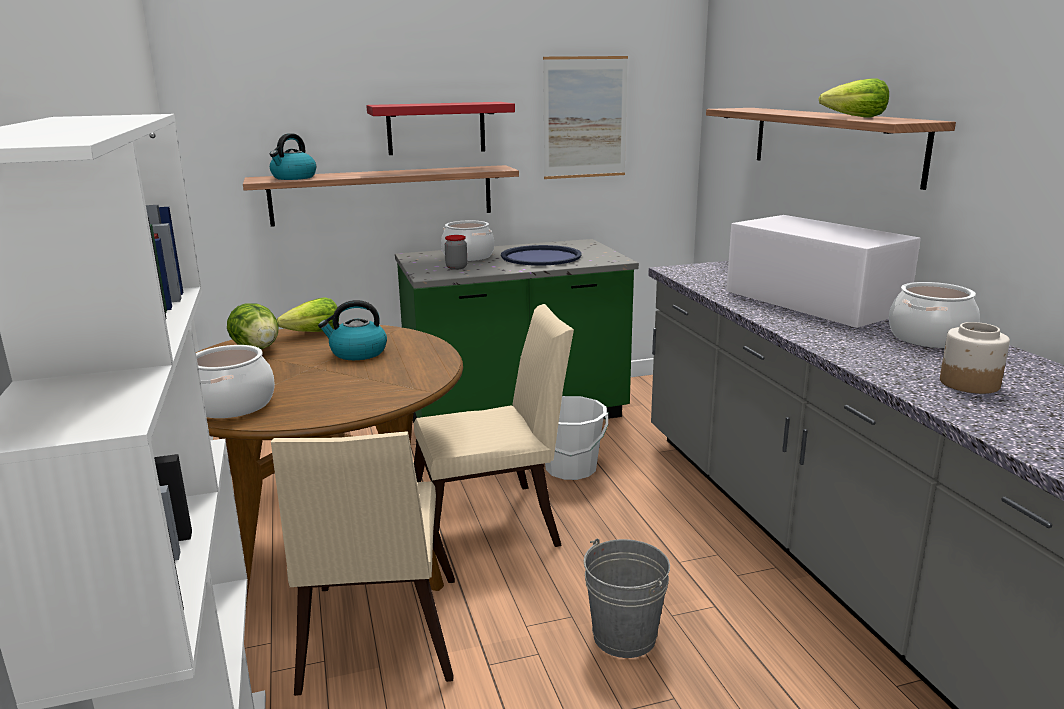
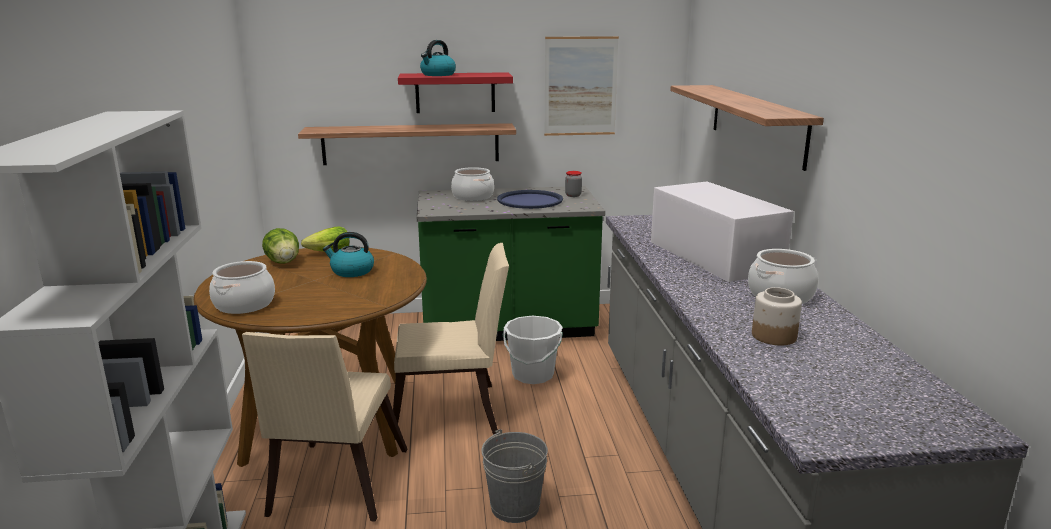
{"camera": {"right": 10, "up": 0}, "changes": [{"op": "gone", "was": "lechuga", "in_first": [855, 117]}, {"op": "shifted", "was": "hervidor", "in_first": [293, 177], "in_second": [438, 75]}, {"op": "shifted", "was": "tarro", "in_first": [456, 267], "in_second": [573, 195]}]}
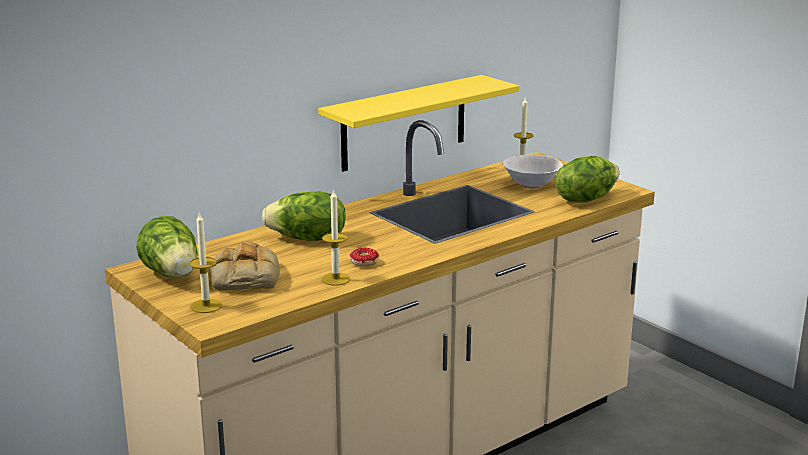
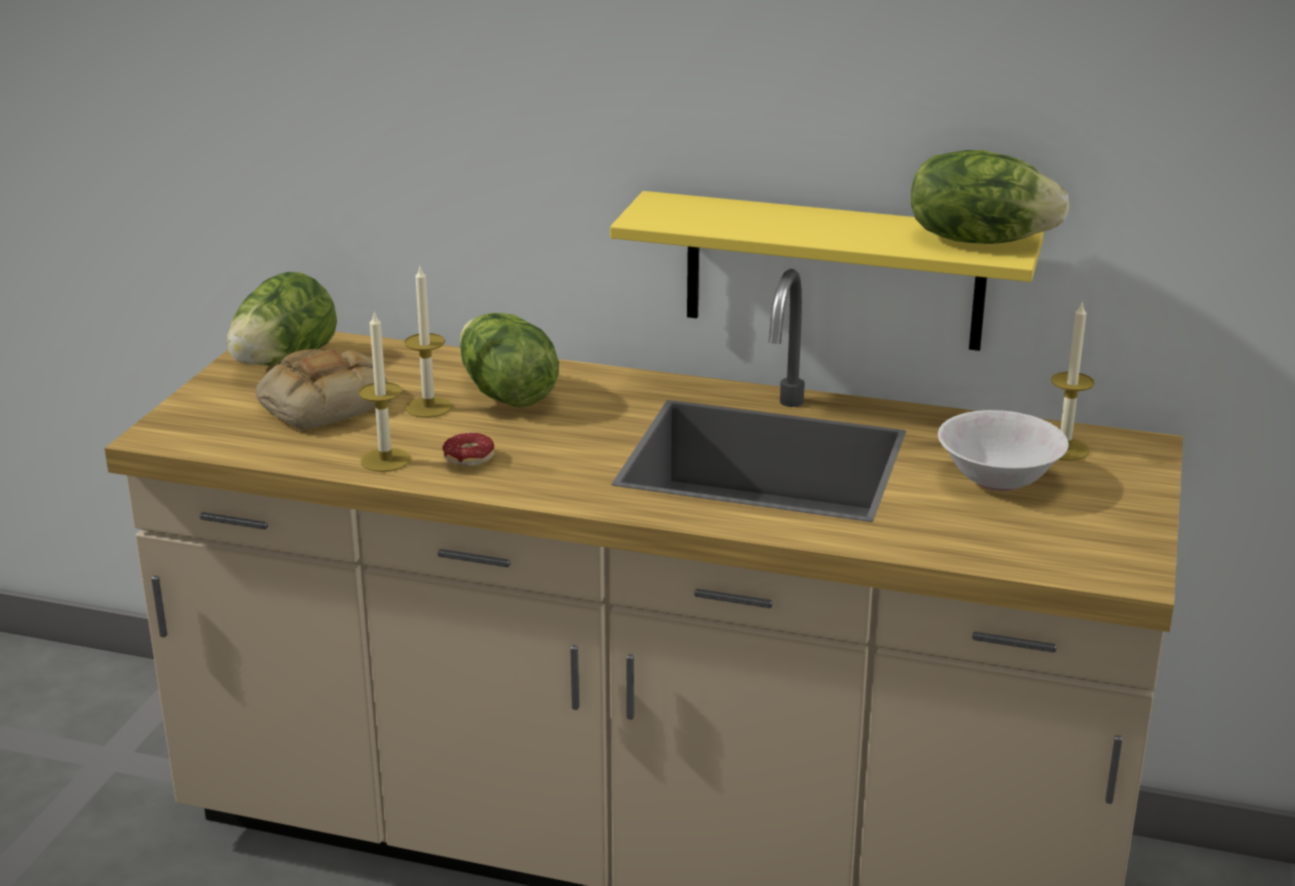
{"camera": {"right": 55, "up": 5}, "changes": [{"op": "shifted", "was": "vela", "in_first": [206, 306], "in_second": [428, 407]}, {"op": "shifted", "was": "lechuga", "in_first": [585, 199], "in_second": [979, 239]}]}
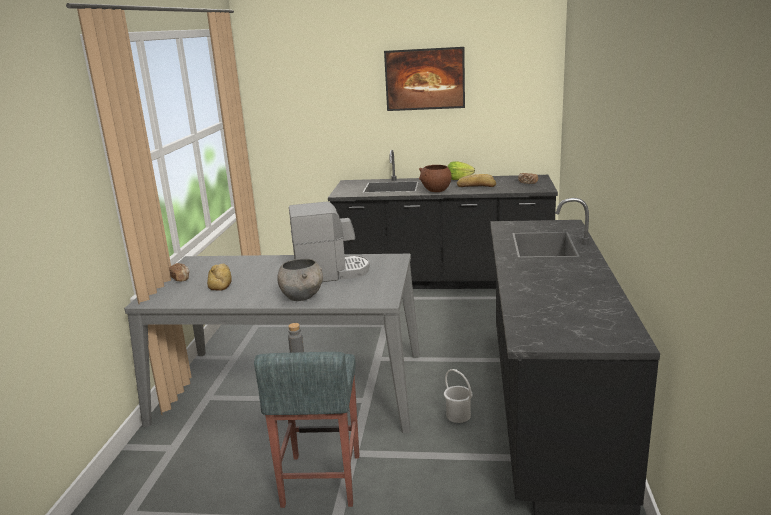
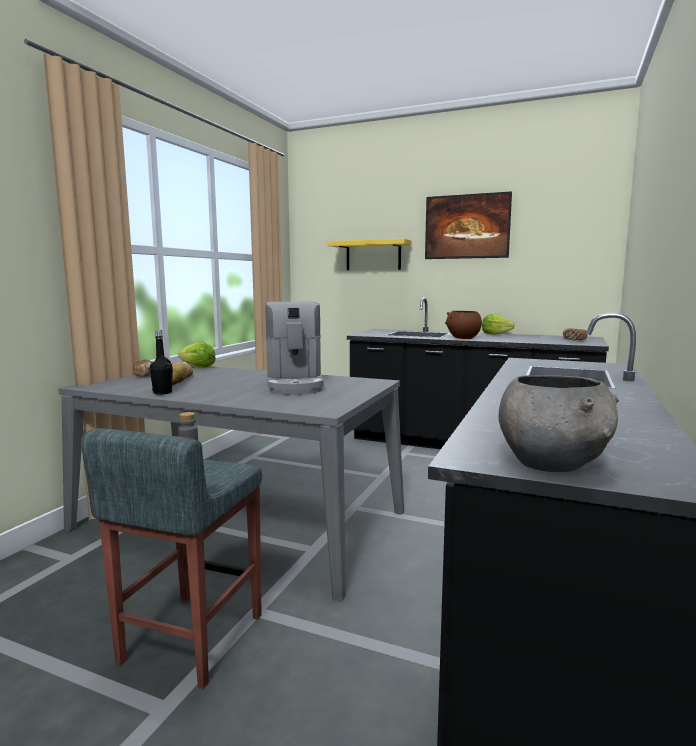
{"camera": {"right": 15, "up": -10}, "changes": [{"op": "gone", "was": "cubo [blanco]", "in_first": [458, 415]}, {"op": "gone", "was": "pan", "in_first": [476, 186]}, {"op": "new", "now": "botella [negro]", "in_second": [162, 392]}, {"op": "new", "now": "lechuga", "in_second": [198, 367]}, {"op": "new", "now": "estante [amarillo]", "in_second": [373, 255]}, {"op": "shifted", "was": "cuenco [gris]", "in_first": [302, 296], "in_second": [552, 464]}, {"op": "rotated", "was": "cafetera", "in_first": [331, 273], "in_second": [294, 385], "clockwise": 75}]}
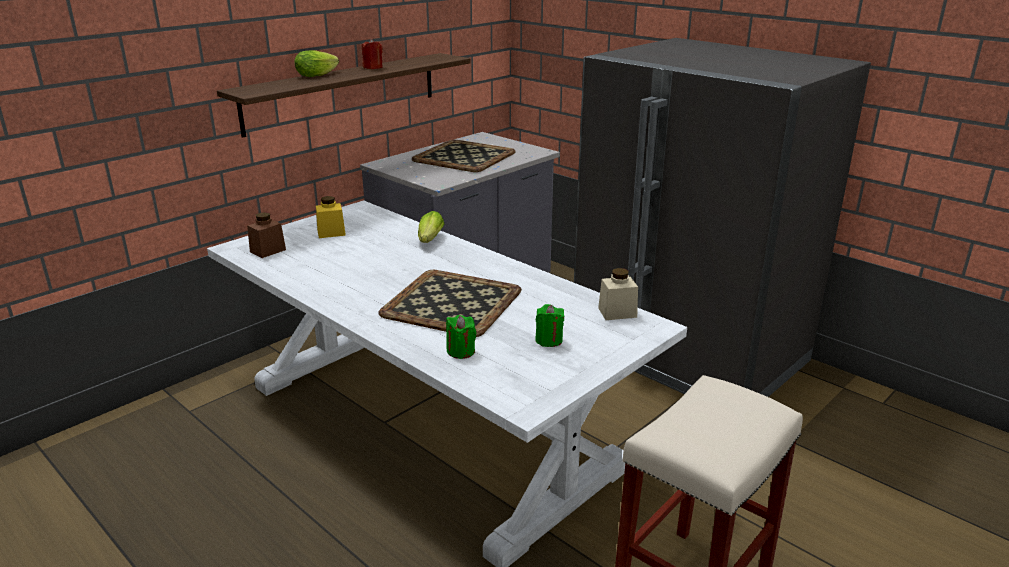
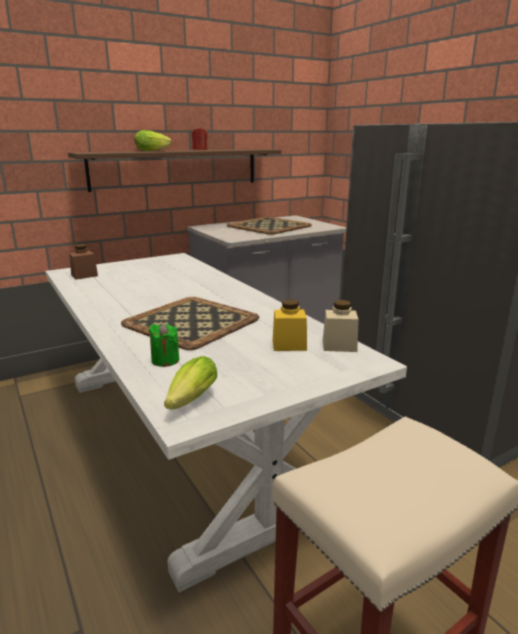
{"camera": {"right": 15, "up": -5}, "changes": [{"op": "gone", "was": "vela [verde]", "in_first": [549, 340]}, {"op": "shifted", "was": "tarro [amarillo]", "in_first": [331, 233], "in_second": [289, 345]}, {"op": "shifted", "was": "lechuga", "in_first": [429, 240], "in_second": [189, 402]}]}
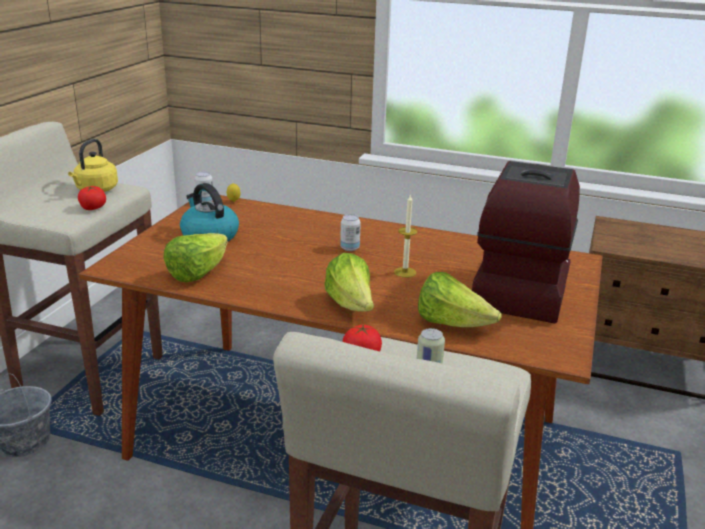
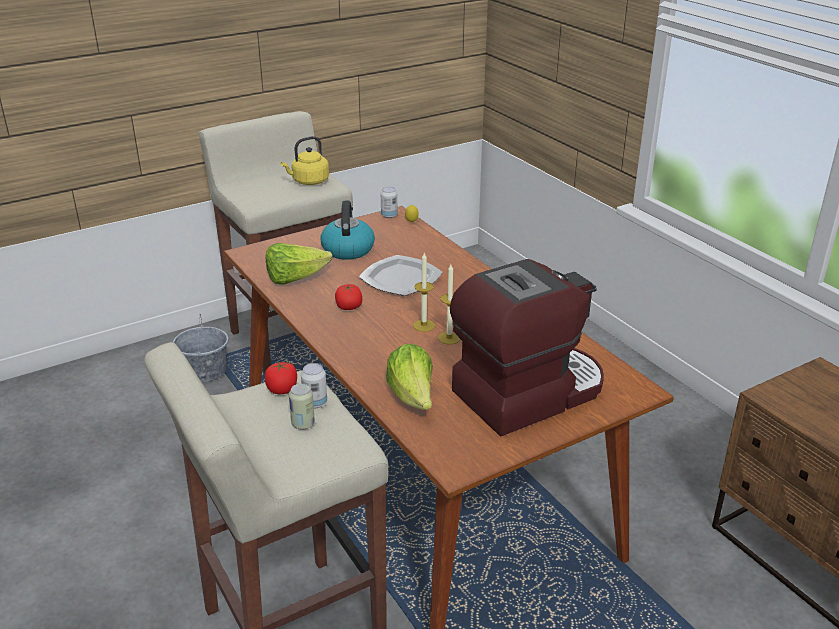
{"camera": {"right": 40, "up": 5}, "changes": [{"op": "gone", "was": "lechuga", "in_first": [351, 305]}, {"op": "new", "now": "plato", "in_second": [400, 278]}, {"op": "new", "now": "vela", "in_second": [424, 325]}, {"op": "shifted", "was": "tomate", "in_first": [93, 208], "in_second": [348, 307]}, {"op": "shifted", "was": "lata", "in_first": [350, 248], "in_second": [315, 403]}]}
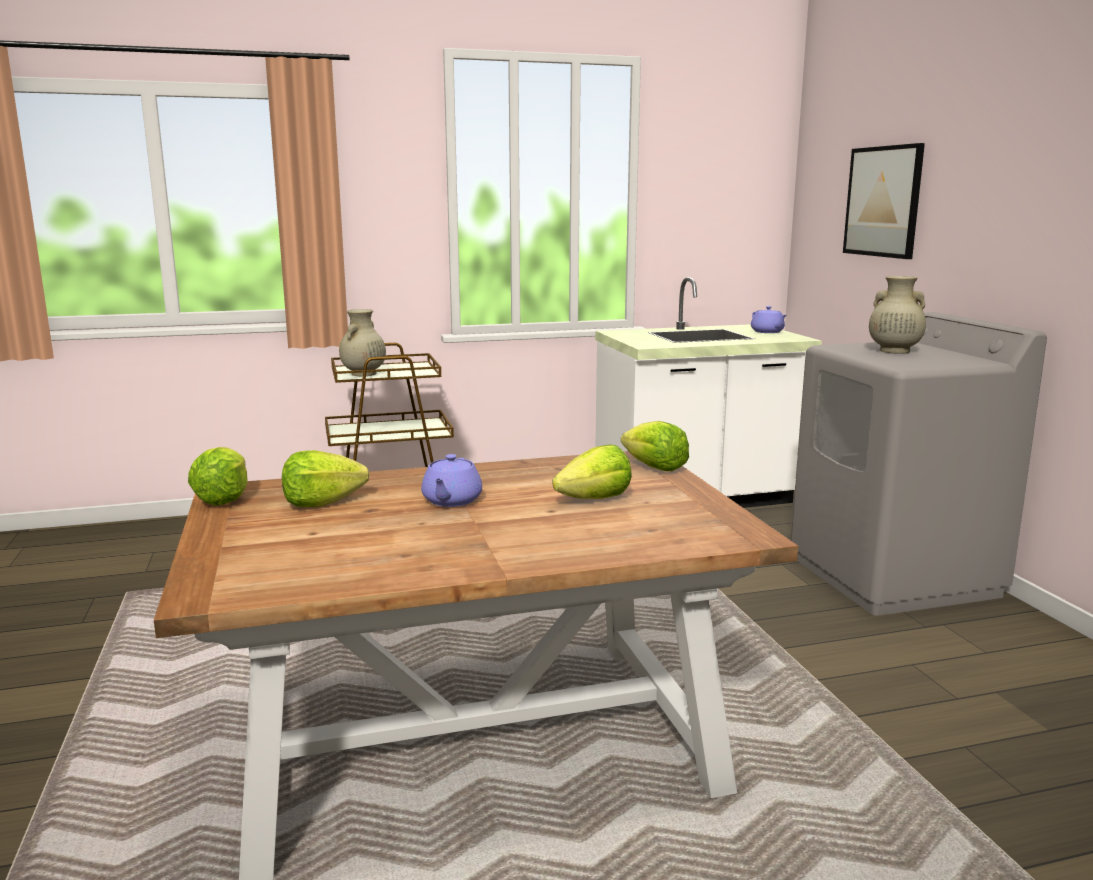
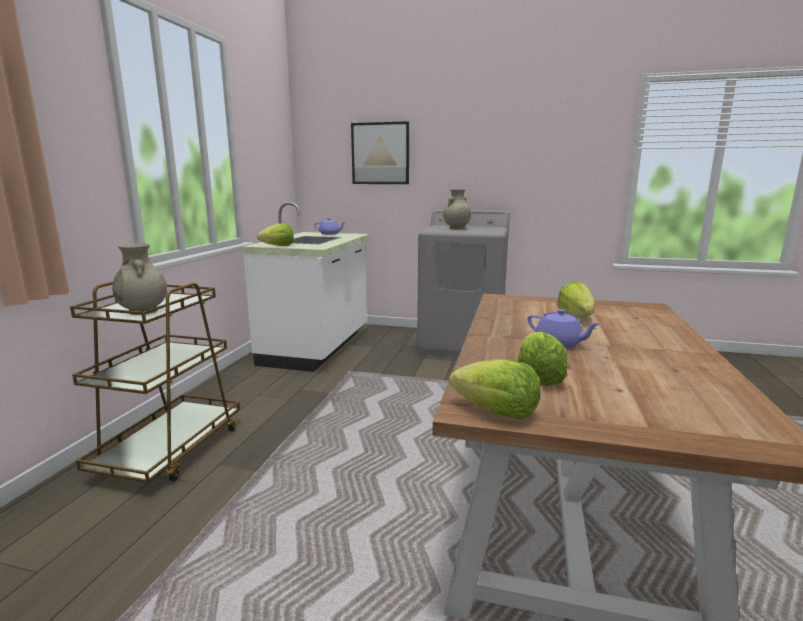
{"camera": {"right": -60, "up": 0}, "changes": [{"op": "shifted", "was": "lechuga", "in_first": [654, 467], "in_second": [278, 246]}]}
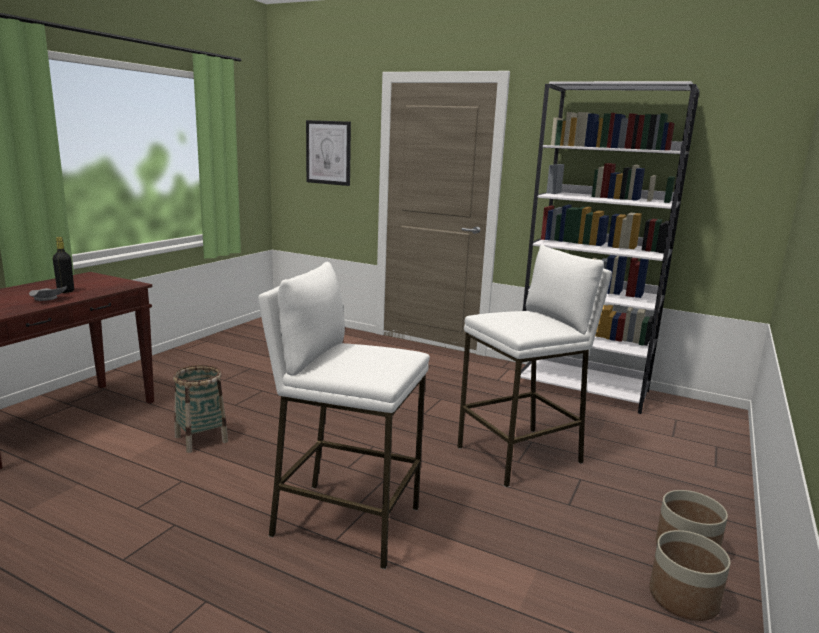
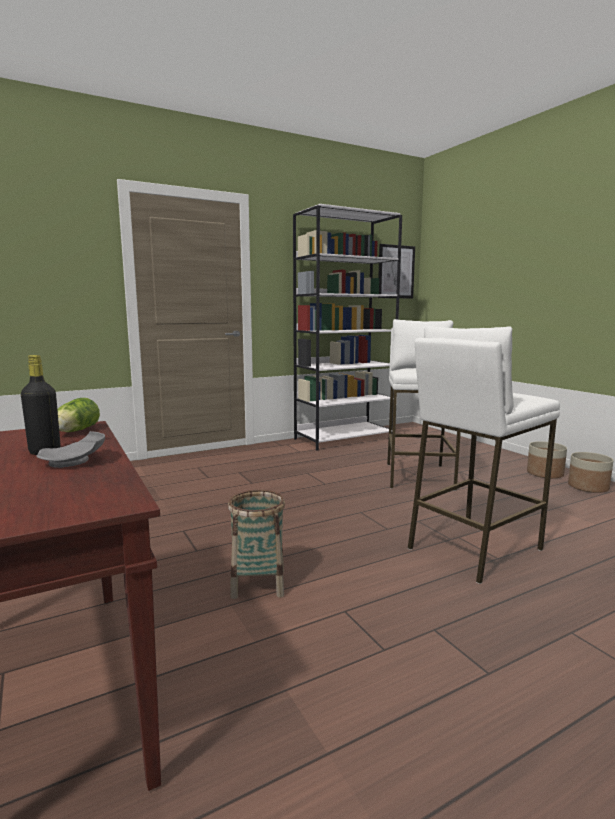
{"camera": {"right": -55, "up": -5}, "changes": [{"op": "new", "now": "lechuga", "in_second": [75, 431]}, {"op": "shifted", "was": "cuadro", "in_first": [328, 152], "in_second": [396, 272]}]}
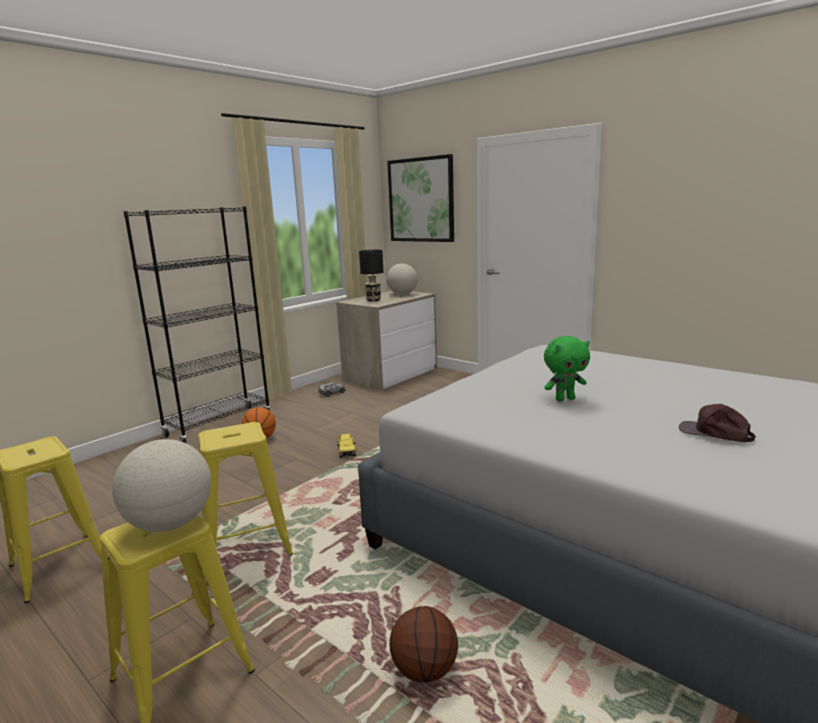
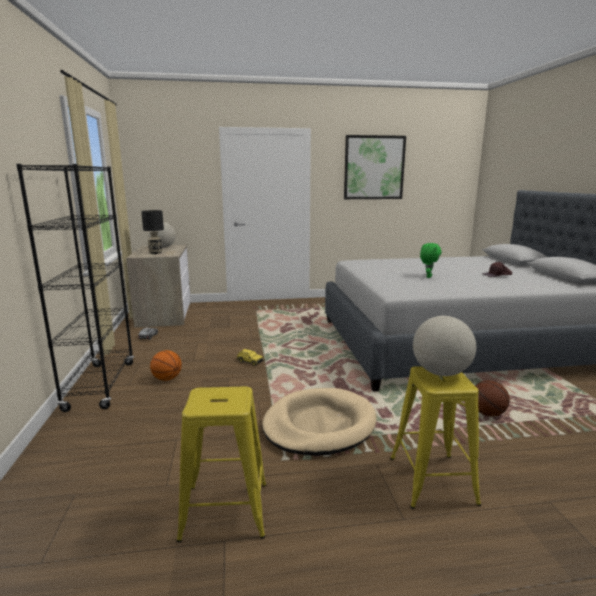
{"camera": {"right": -50, "up": 0}, "changes": [{"op": "shifted", "was": "cuadro", "in_first": [421, 200], "in_second": [374, 167]}, {"op": "swapped", "was": "taburete [amarillo]", "now": "cama para perro [beis]", "in_first": [247, 547], "in_second": [319, 425]}]}
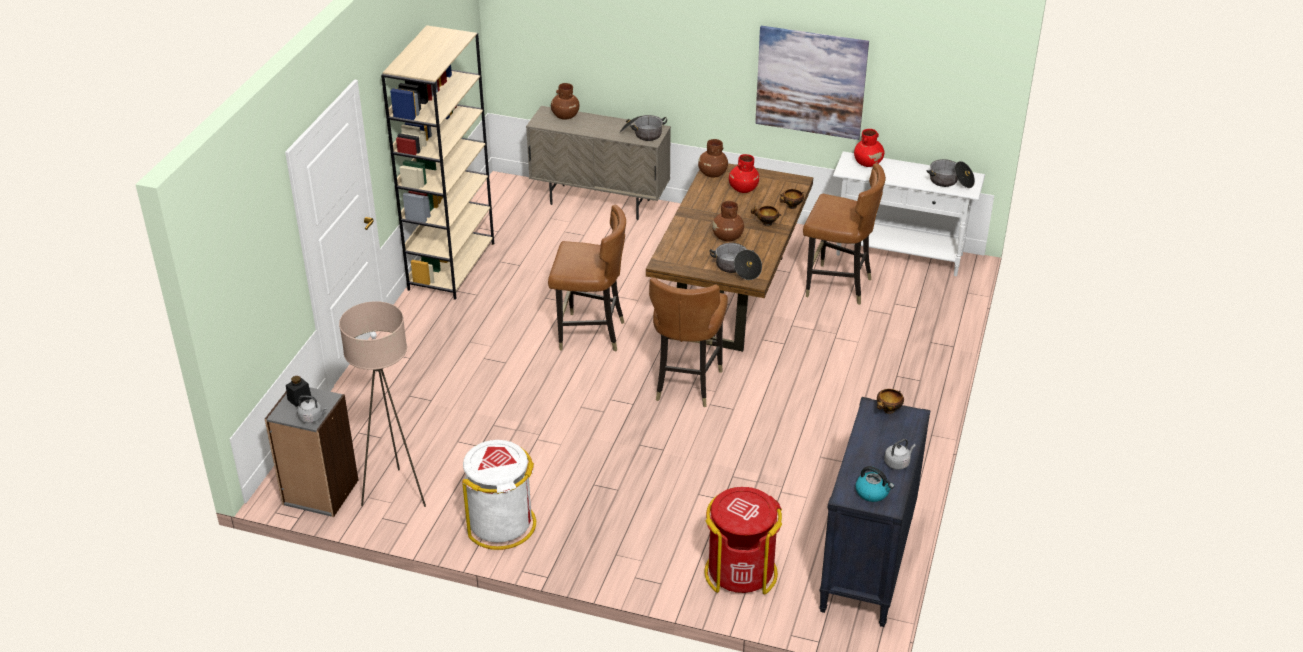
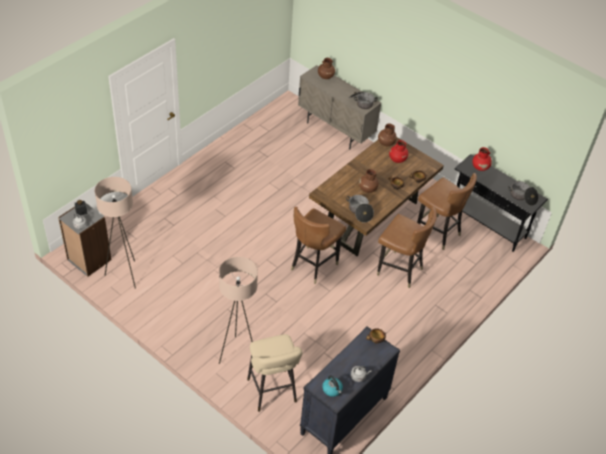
{"camera": {"right": 20, "up": 10}, "changes": [{"op": "gone", "was": "estantería [beis]", "in_first": [451, 266]}, {"op": "gone", "was": "papelera [blanco]", "in_first": [501, 524]}, {"op": "gone", "was": "cuadro", "in_first": [811, 82]}, {"op": "new", "now": "lámpara de pie [beis]", "in_second": [237, 354]}, {"op": "shifted", "was": "silla [marrón]", "in_first": [590, 334], "in_second": [399, 270]}, {"op": "swapped", "was": "papelera [rojo]", "now": "taburete [beis]", "in_first": [740, 572], "in_second": [272, 393]}, {"op": "repainted", "was": "mesa consola [blanco]", "now": "mesa consola [negro]", "in_first": [899, 255], "in_second": [488, 225]}]}
